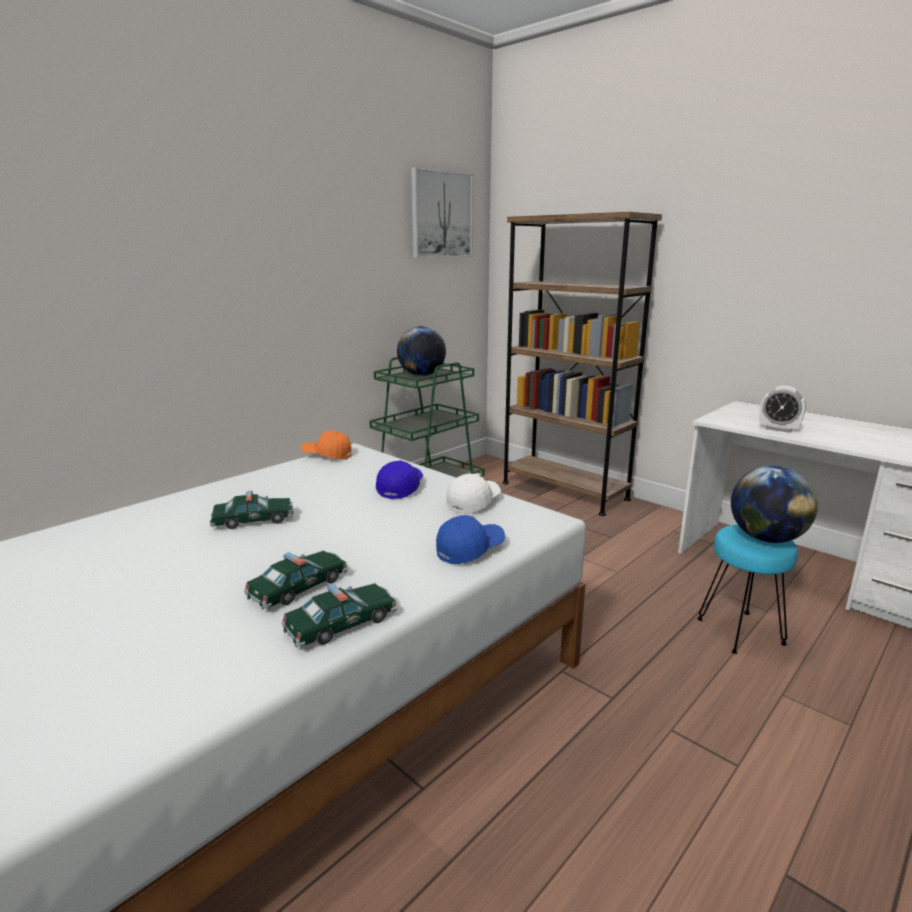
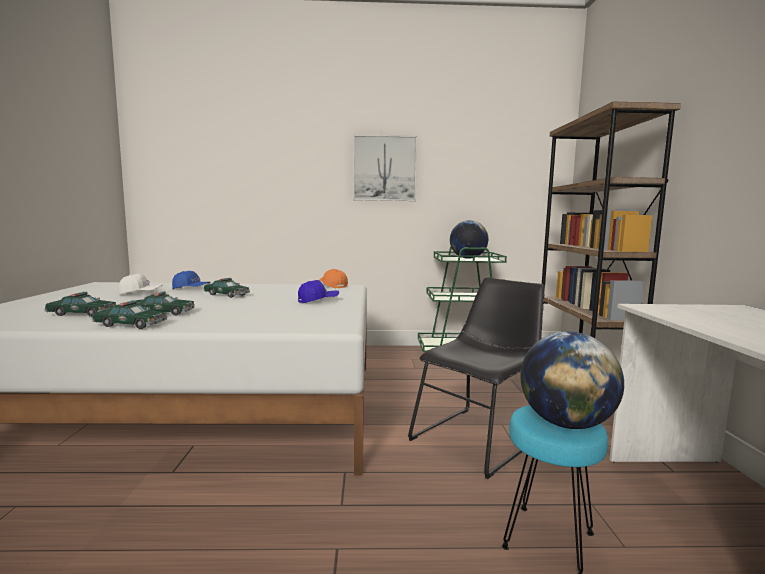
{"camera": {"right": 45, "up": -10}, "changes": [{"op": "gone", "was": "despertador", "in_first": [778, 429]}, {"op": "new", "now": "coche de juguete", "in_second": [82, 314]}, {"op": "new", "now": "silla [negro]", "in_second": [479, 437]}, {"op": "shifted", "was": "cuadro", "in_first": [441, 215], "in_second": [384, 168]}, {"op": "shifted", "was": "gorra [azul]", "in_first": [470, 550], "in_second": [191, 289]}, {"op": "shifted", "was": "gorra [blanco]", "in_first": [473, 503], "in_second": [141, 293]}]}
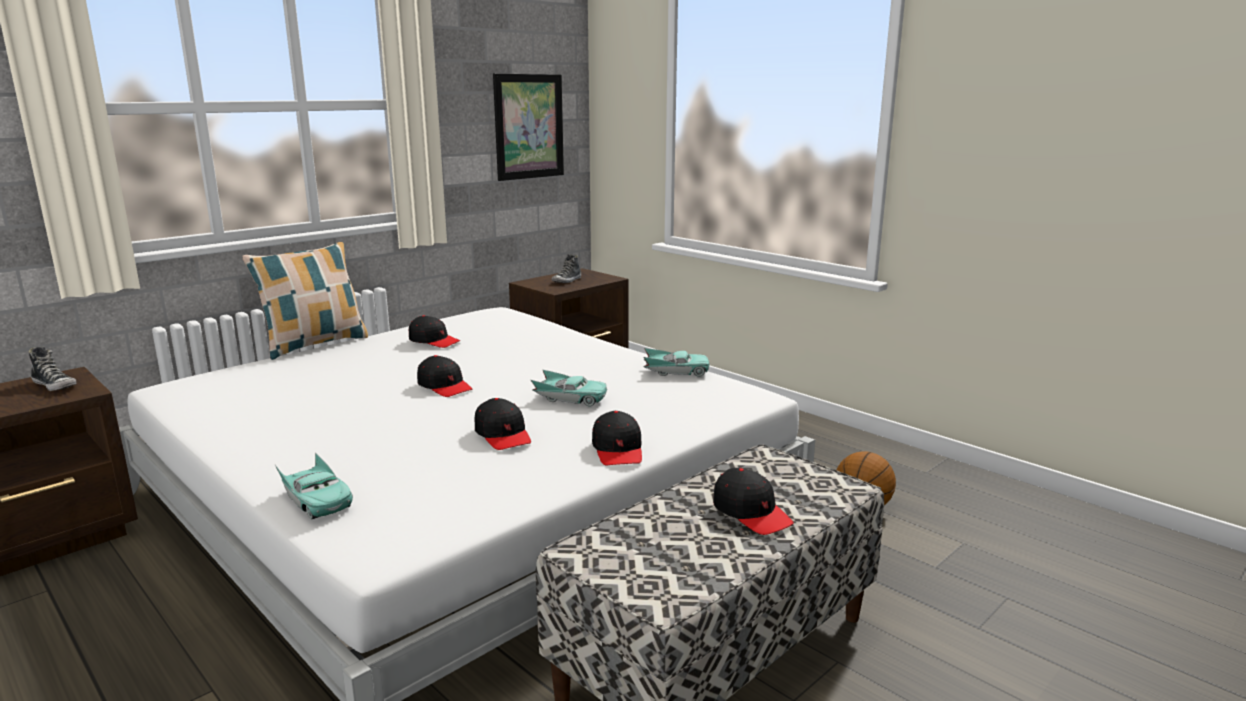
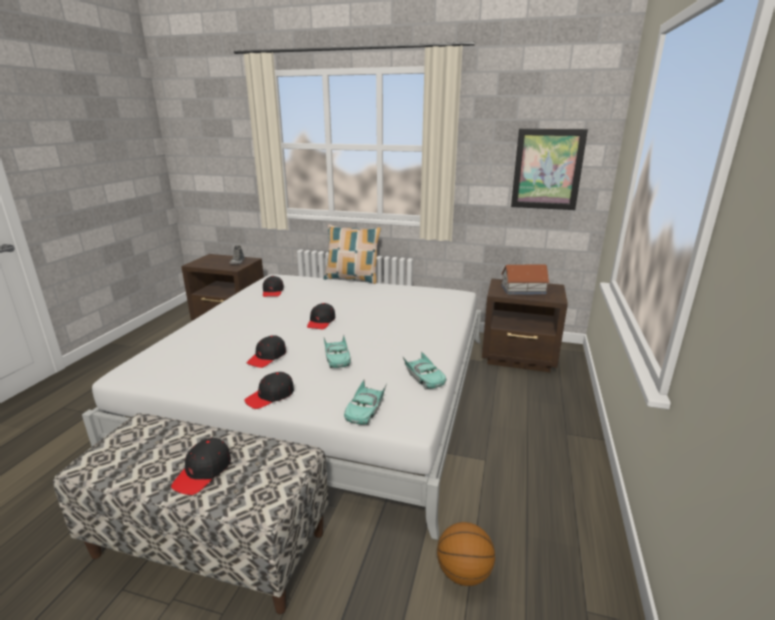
{"camera": {"right": 60, "up": 5}, "changes": [{"op": "shifted", "was": "coche de juguete [turquesa]", "in_first": [316, 500], "in_second": [365, 410]}, {"op": "shifted", "was": "gorra [negro]", "in_first": [434, 341], "in_second": [273, 291]}, {"op": "swapped", "was": "zapato", "now": "casita", "in_first": [567, 281], "in_second": [523, 289]}]}
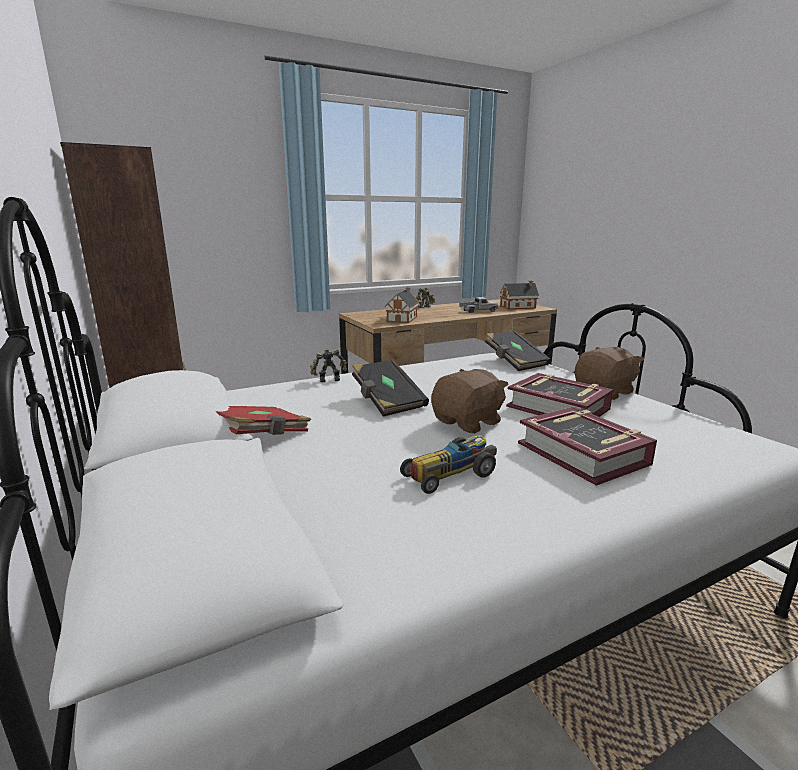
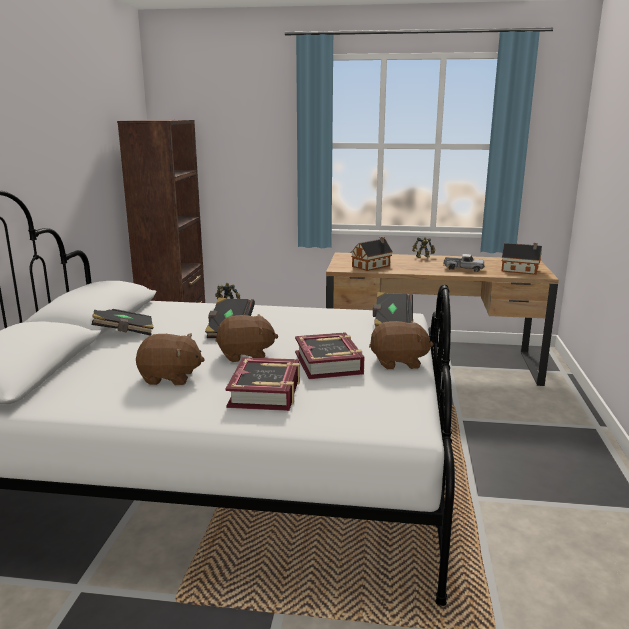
{"camera": {"right": 35, "up": 0}, "changes": [{"op": "swapped", "was": "coche de juguete", "now": "peluche [marrón]", "in_first": [451, 473], "in_second": [170, 377]}, {"op": "repainted", "was": "libro [rojo]", "now": "libro [negro]", "in_first": [260, 437], "in_second": [124, 332]}]}
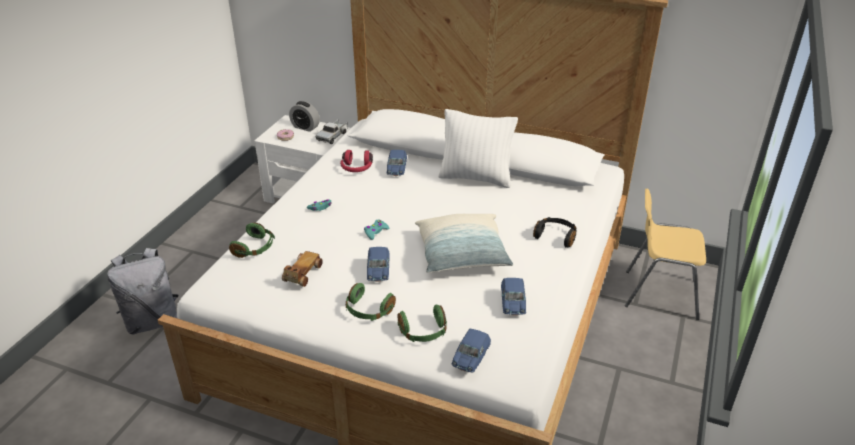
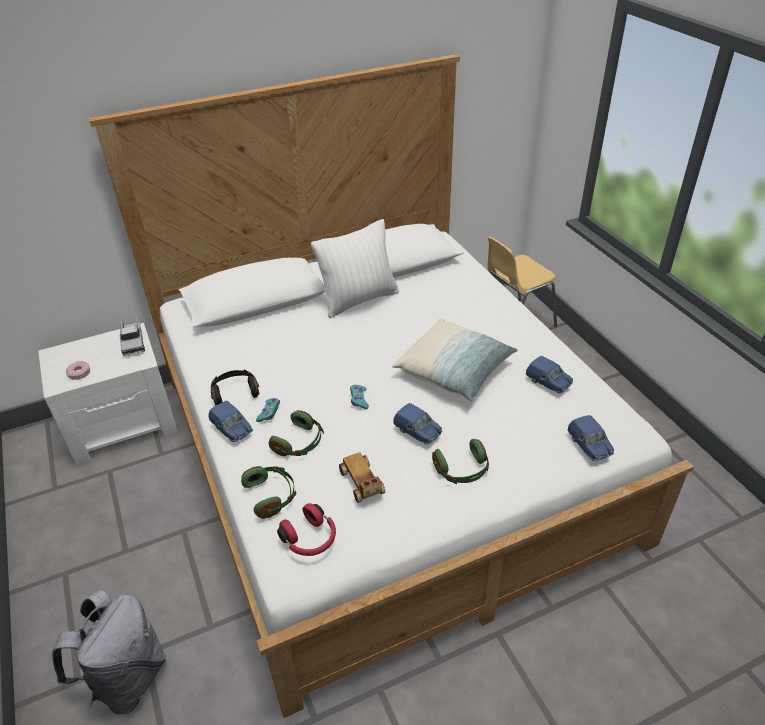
{"camera": {"right": -45, "up": 5}, "changes": [{"op": "gone", "was": "despertador", "in_first": [305, 127]}, {"op": "shifted", "was": "auriculares [rojo]", "in_first": [356, 168], "in_second": [310, 539]}, {"op": "shifted", "was": "coche de juguete [azul]", "in_first": [396, 170], "in_second": [232, 429]}, {"op": "shifted", "was": "auriculares [verde]", "in_first": [423, 332], "in_second": [300, 443]}, {"op": "shifted", "was": "auriculares [negro]", "in_first": [555, 236], "in_second": [235, 392]}]}
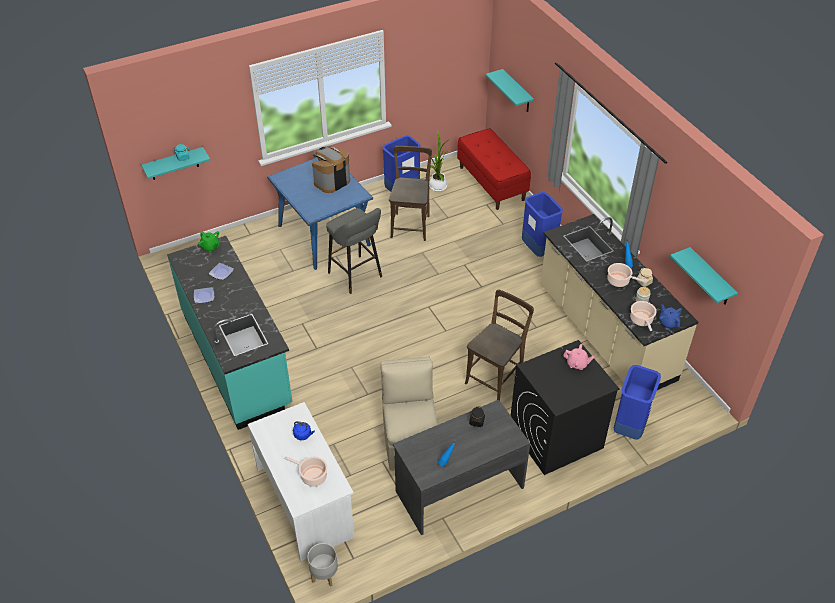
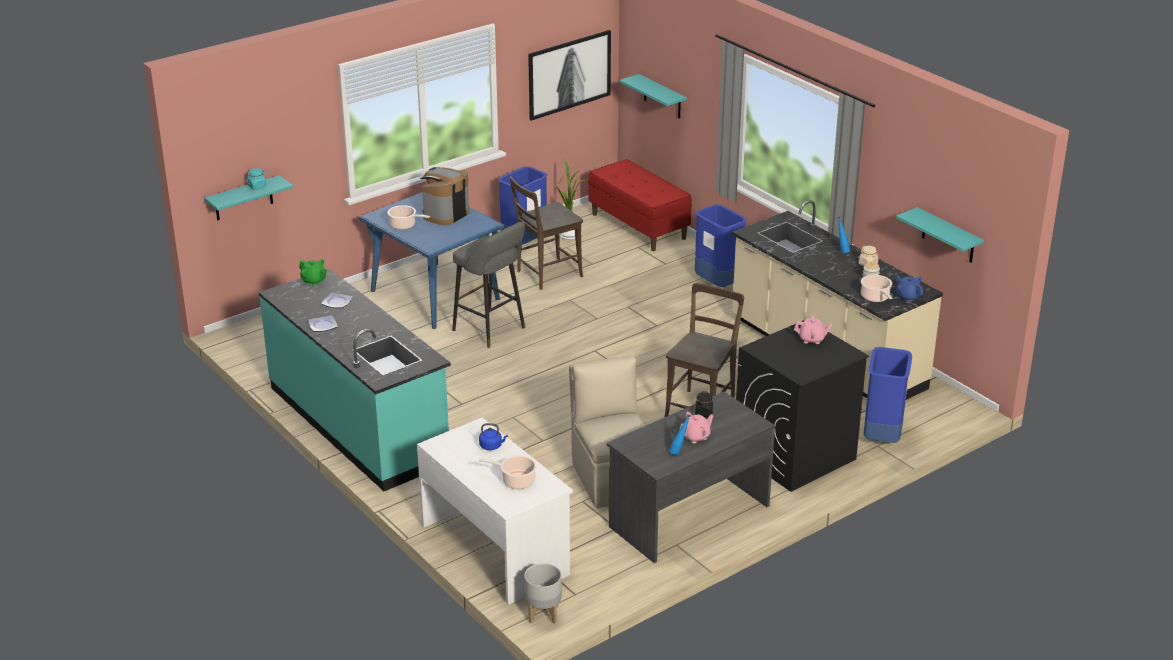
{"camera": {"right": -10, "up": -15}, "changes": [{"op": "new", "now": "cuadro", "in_second": [569, 74]}, {"op": "new", "now": "tetera [rosa]", "in_second": [696, 437]}, {"op": "shifted", "was": "olla", "in_first": [619, 281], "in_second": [404, 225]}, {"op": "rotated", "was": "silla [marrón]", "in_first": [410, 225], "in_second": [546, 275], "clockwise": -120}]}
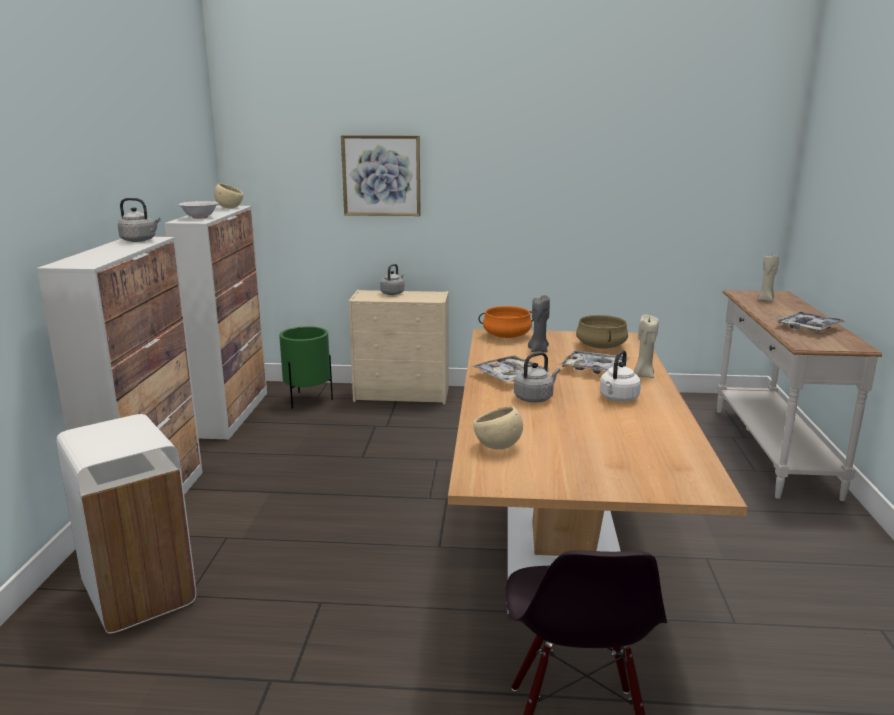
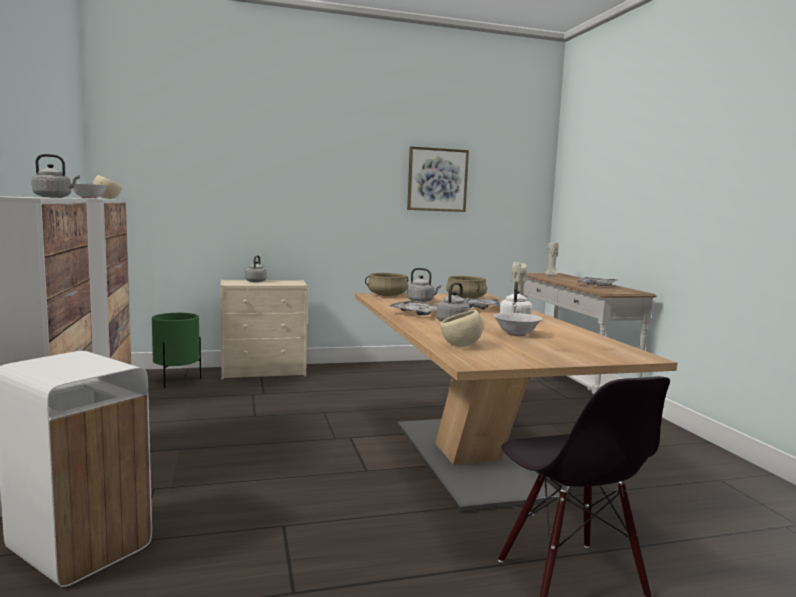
{"camera": {"right": -20, "up": -10}, "changes": [{"op": "new", "now": "cuenco [blanco]", "in_second": [516, 334]}, {"op": "shifted", "was": "cuadro", "in_first": [381, 175], "in_second": [437, 180]}, {"op": "swapped", "was": "vela [gris]", "now": "hervidor [gris]", "in_first": [538, 350], "in_second": [422, 301]}, {"op": "repainted", "was": "olla [naranja]", "now": "olla [beis]", "in_first": [507, 335], "in_second": [387, 295]}]}
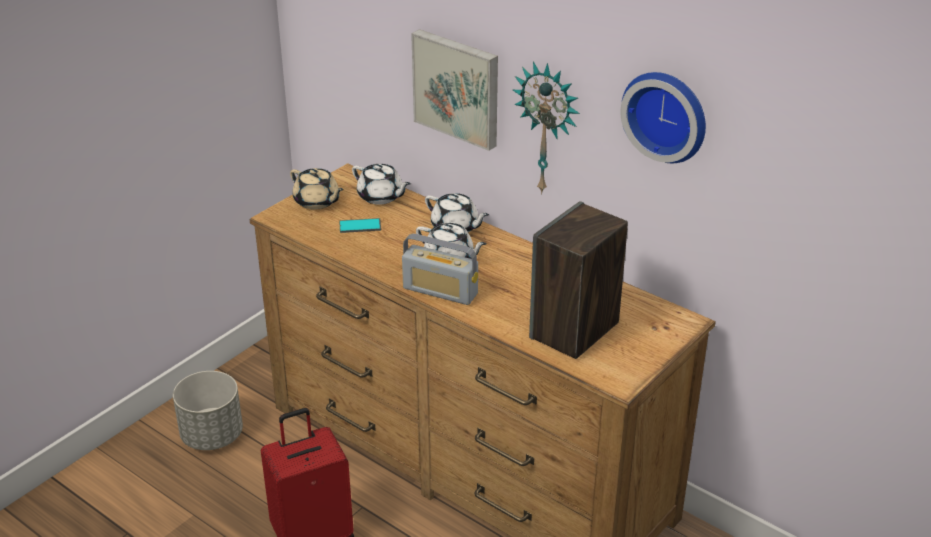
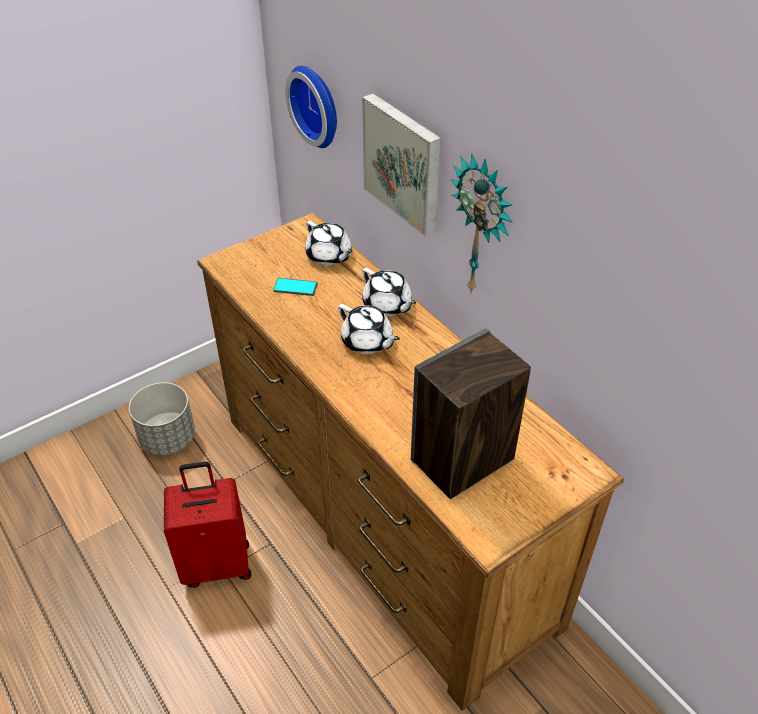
{"camera": {"right": 15, "up": 10}, "changes": [{"op": "gone", "was": "tetera [beis]", "in_first": [317, 202]}, {"op": "gone", "was": "radio", "in_first": [440, 291]}, {"op": "shifted", "was": "reloj de pared", "in_first": [667, 115], "in_second": [317, 105]}]}
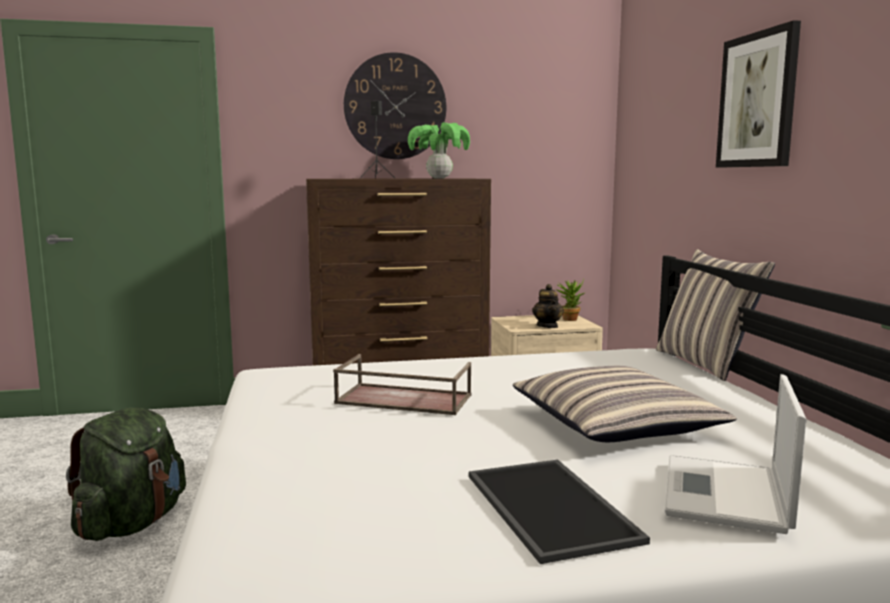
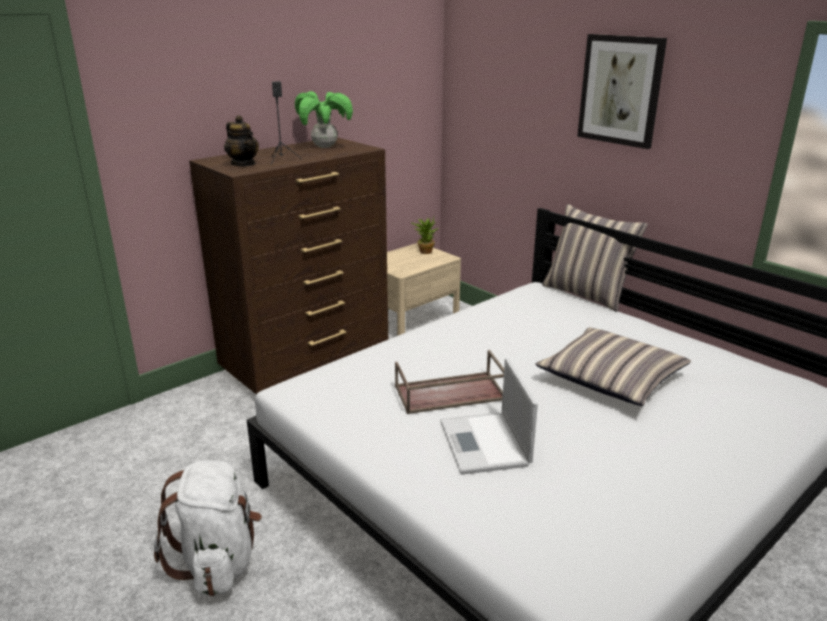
{"camera": {"right": -30, "up": 15}, "changes": [{"op": "gone", "was": "reloj de pared", "in_first": [395, 106]}, {"op": "gone", "was": "bandeja", "in_first": [553, 507]}, {"op": "shifted", "was": "tetera", "in_first": [547, 326], "in_second": [243, 164]}, {"op": "shifted", "was": "portátil", "in_first": [726, 495], "in_second": [485, 444]}, {"op": "repainted", "was": "mochila [verde]", "now": "mochila [blanco]", "in_first": [132, 524], "in_second": [218, 562]}]}
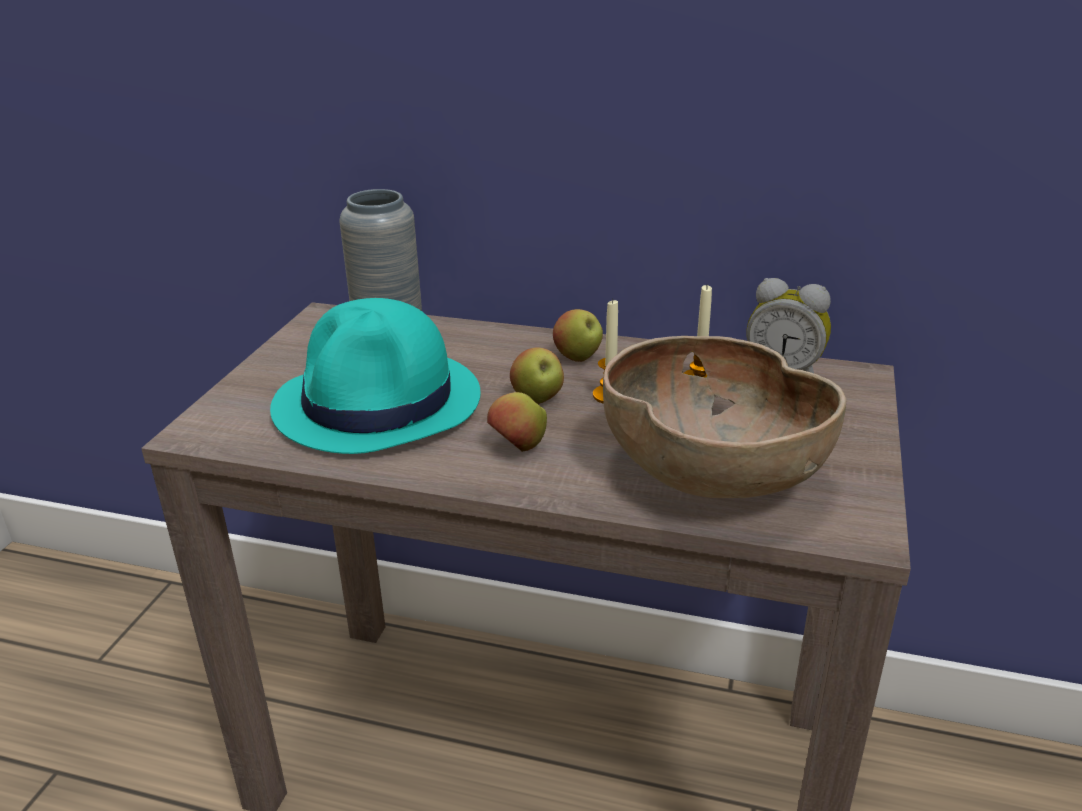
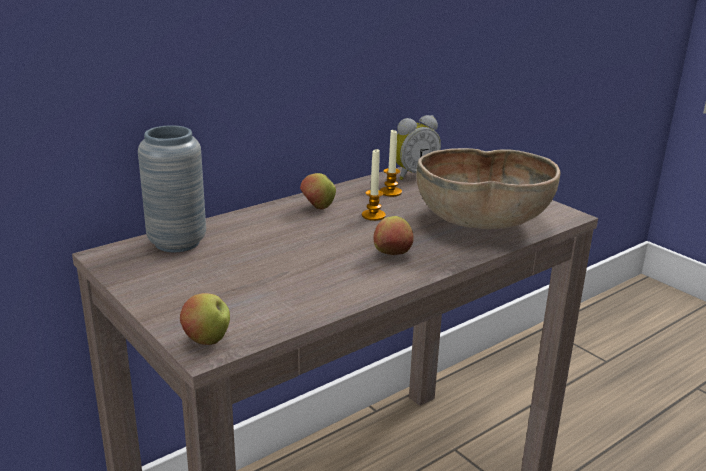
{"camera": {"right": -55, "up": -5}, "changes": [{"op": "gone", "was": "sombrero [turquesa]", "in_first": [379, 403]}, {"op": "shifted", "was": "manzana", "in_first": [537, 399], "in_second": [207, 340]}]}
